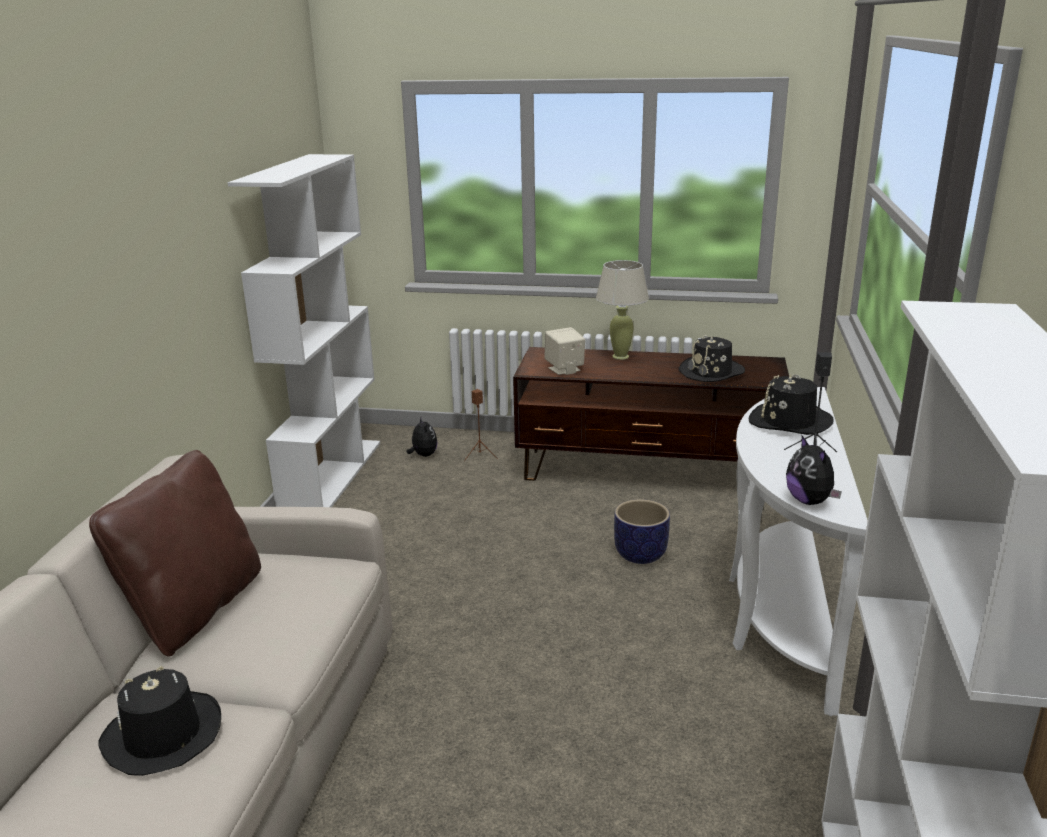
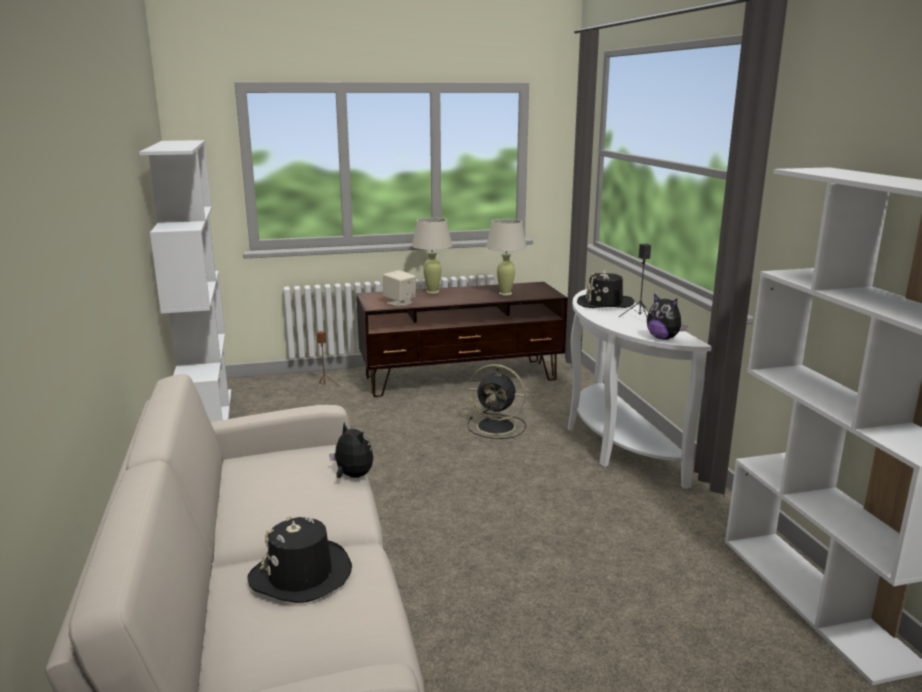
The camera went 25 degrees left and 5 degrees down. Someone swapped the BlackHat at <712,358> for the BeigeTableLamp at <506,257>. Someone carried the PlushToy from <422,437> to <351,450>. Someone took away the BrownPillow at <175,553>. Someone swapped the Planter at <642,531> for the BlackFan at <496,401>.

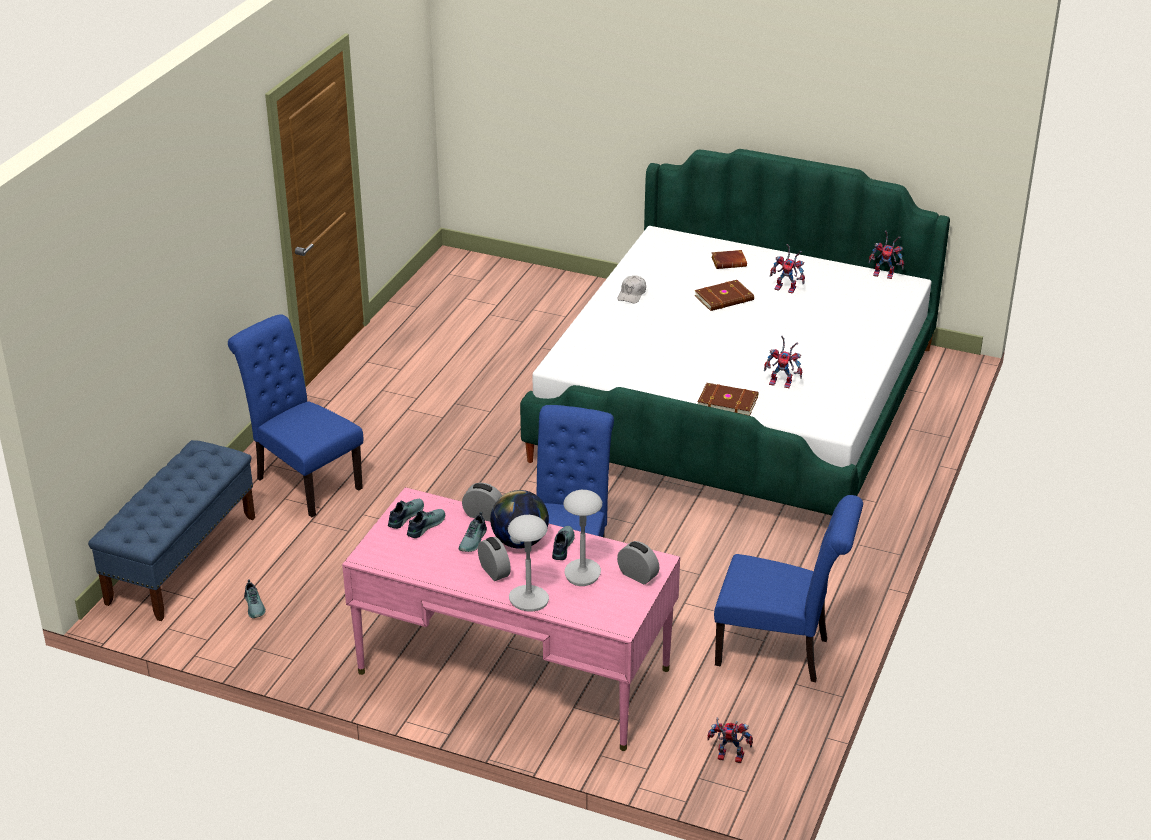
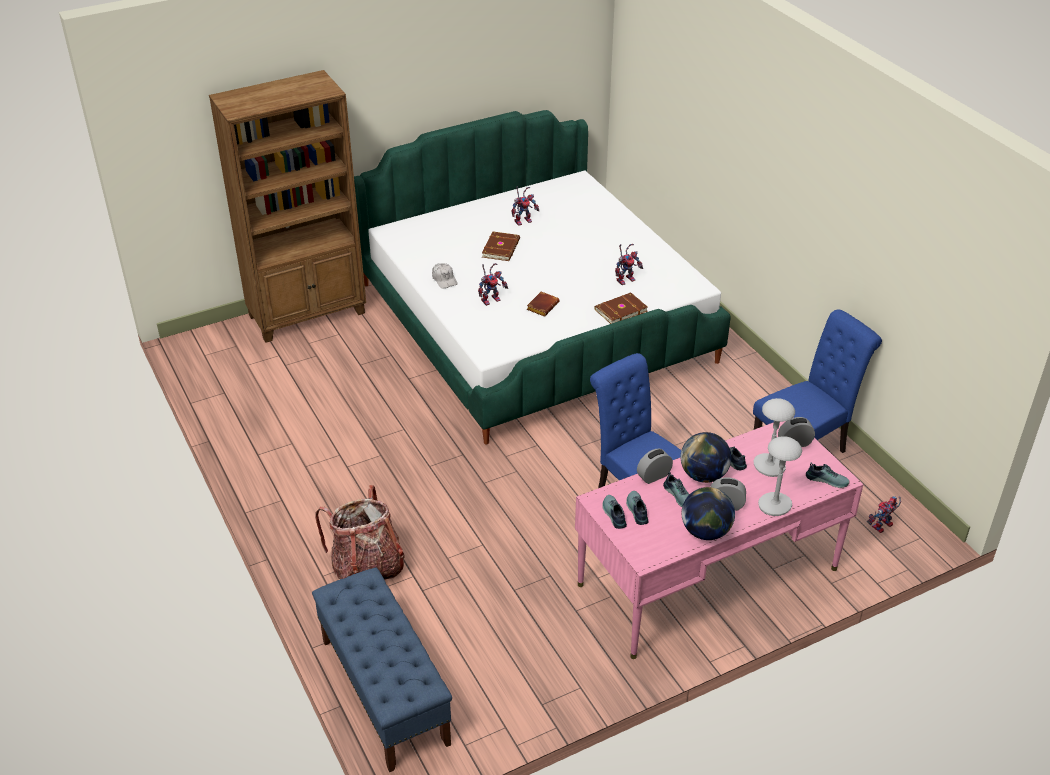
The camera went 50 degrees left and 5 degrees up. Someone carried the ToyRobot from <886,254> to <493,284>. Someone carried the BrownBook from <729,259> to <543,304>. Someone swapped the BlueChair at <295,415> for the Backpack at <360,532>. Someone carried the Shoe from <255,598> to <828,475>. Someone put down the BrownBookcase at <287,206>. Someone put down the Globe at <708,513>.

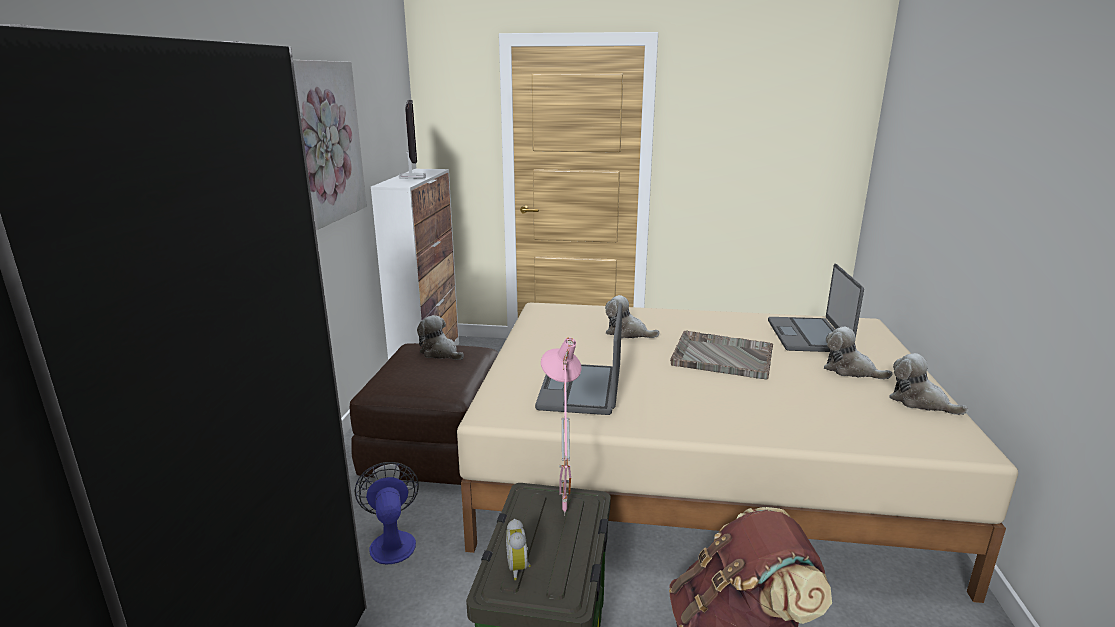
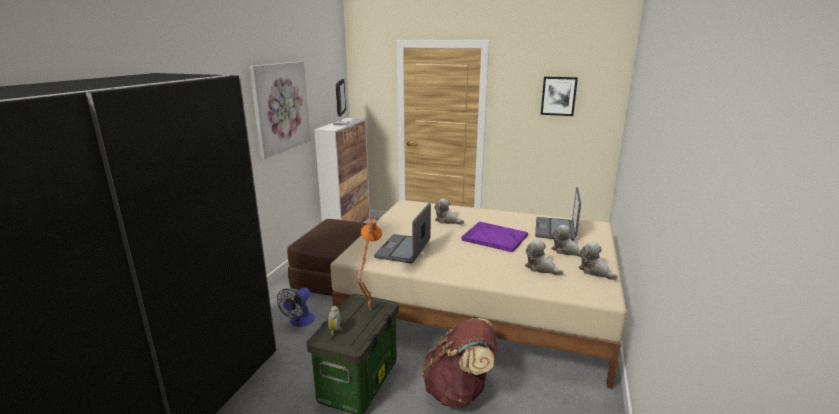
The camera went 10 degrees right and 0 degrees up. Someone carried the PlushToy from <440,337> to <544,258>. Someone repainted the GreyTray at <721,355>, which became the PurpleTray at <494,237>. Someone repainted the PinkTableLamp at <561,426>, which became the OrangeTableLamp at <369,264>. Someone rotated the Fan at <387,513> by 150 degrees counterclockwise. Someone put up the Picture at <559,96>.

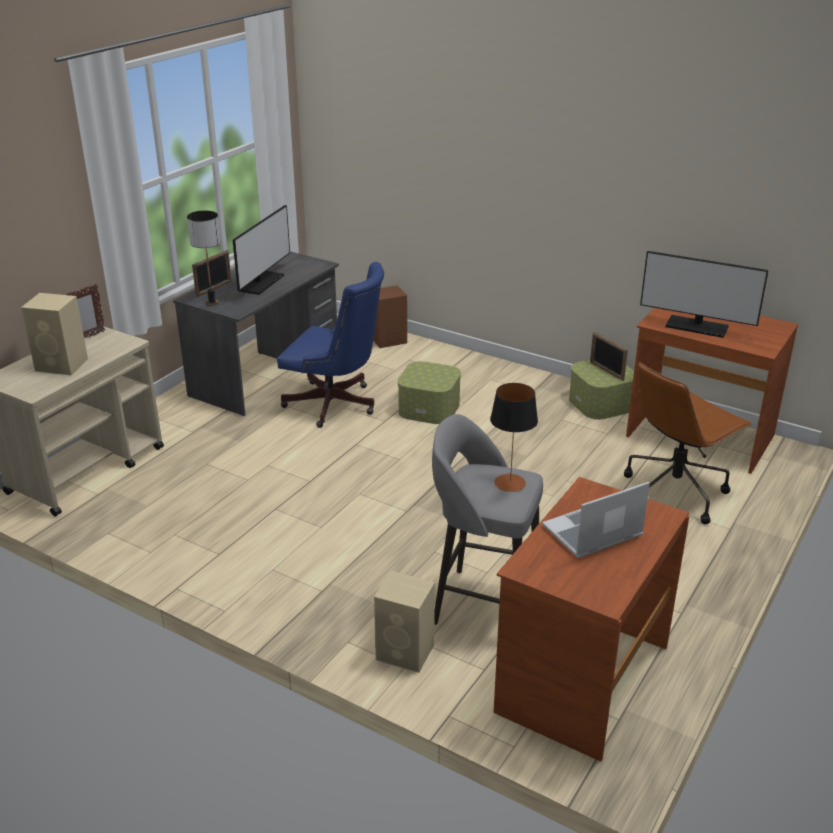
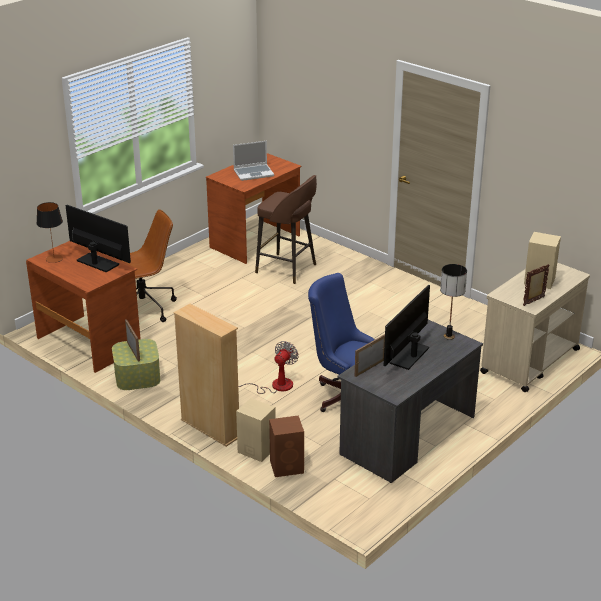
The camera went 170 degrees left and 0 degrees up. Someone carried the PictureFrame from <212,273> to <370,355>. Someone swapped the StorageBox at <429,392> for the Fan at <268,367>. Someone carried the TableLamp from <514,437> to <49,232>. Someone repainted the GreyStool at <487,519>, which became the BrownStool at <286,229>. Someone carried the BeigeSpeaker from <404,622> to <256,430>. Someone put down the BeigeBookcase at <206,375>.

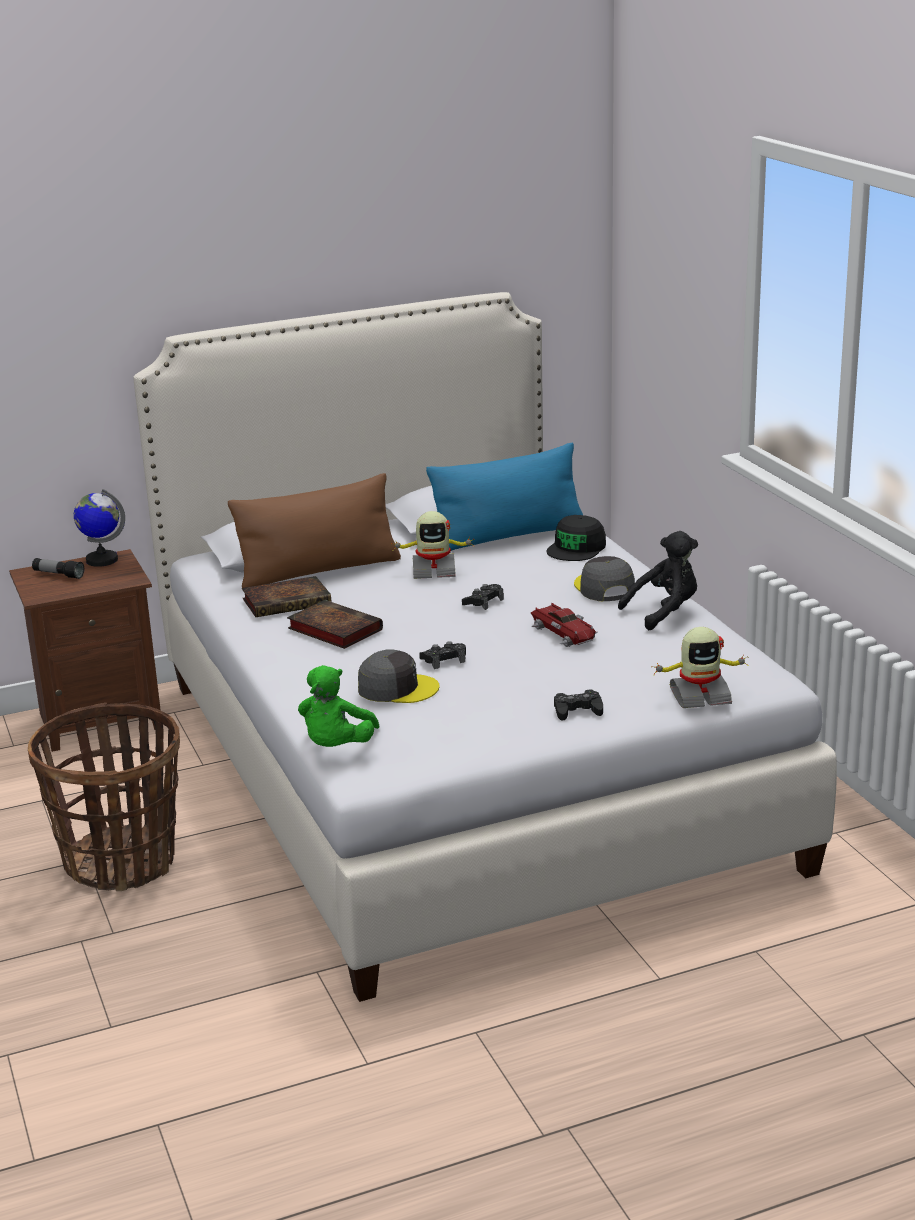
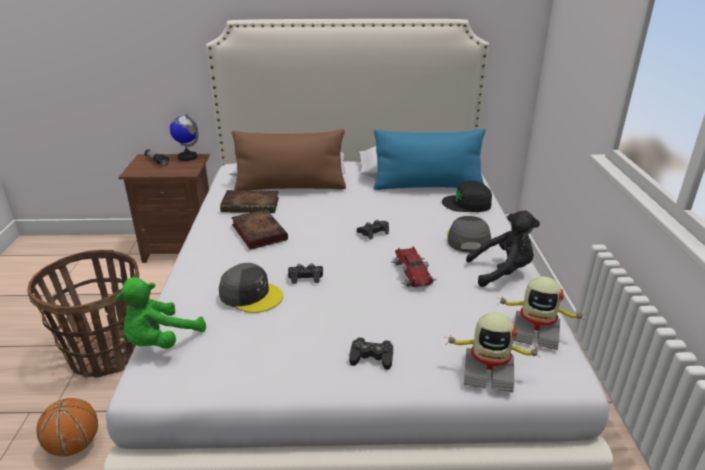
The camera went 20 degrees right and 5 degrees up. Someone carried the ToyRobot from <432,545> to <541,313>. Someone rotated the BlackCap at <576,538> by 45 degrees clockwise. Someone put down the Basketball at <67,427>.

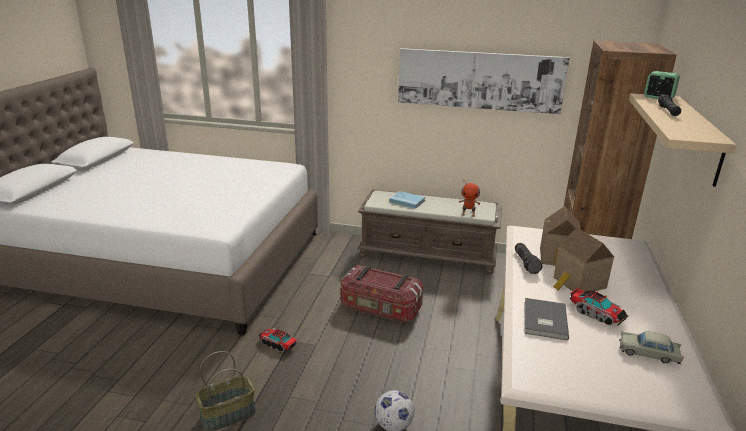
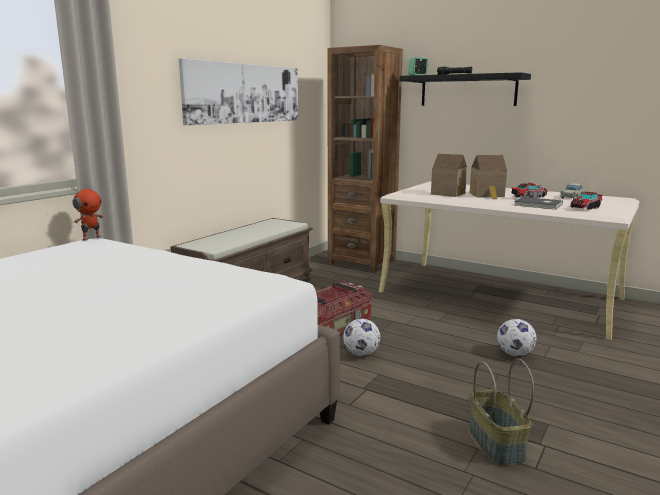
The camera went 70 degrees left and 10 degrees down. Someone repainted the BeigeShelf at <682,140>, which became the BlackShelf at <465,89>. Someone carried the ToyRobot from <470,198> to <87,213>. Someone took away the BlueBook at <407,200>. Someone took away the Flashlight at <529,258>. Someone carried the ToyTruck from <277,340> to <586,201>. Someone put down the Football at <361,337>.

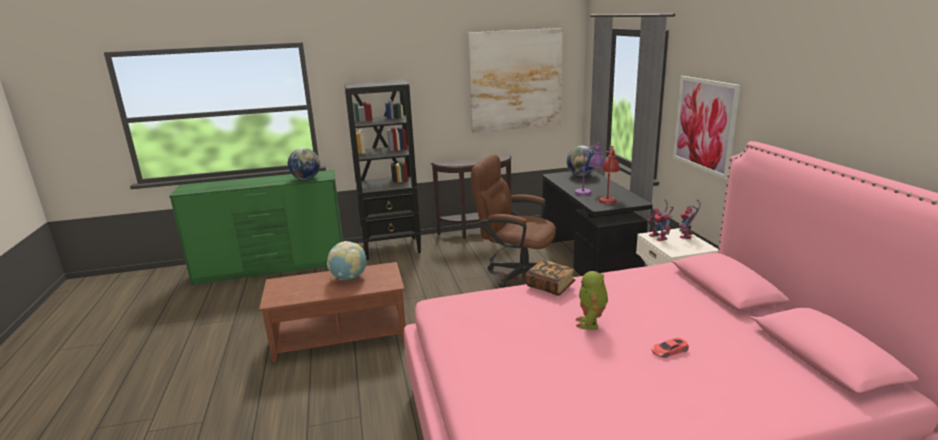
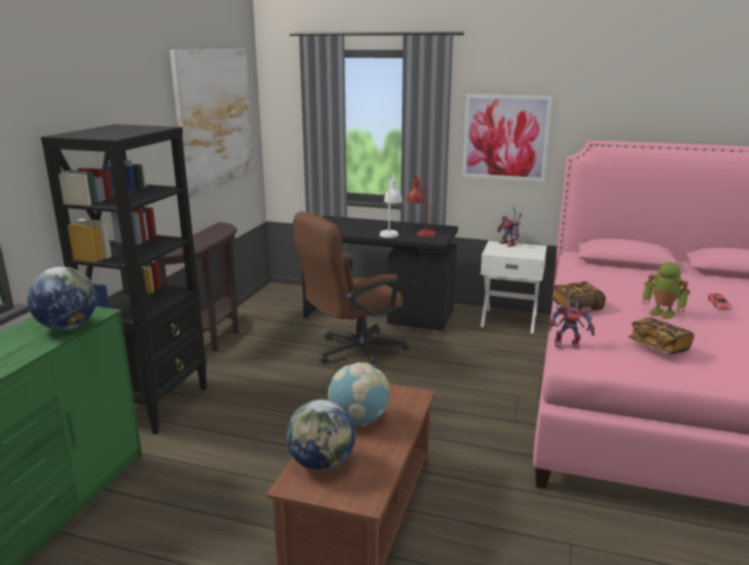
The camera went 60 degrees left and 0 degrees up. Someone repainted the PurpleTableLamp at <590,169>, which became the WhiteTableLamp at <391,206>. Someone carried the Globe from <581,161> to <321,435>. Someone carried the ToyRobot from <660,220> to <572,319>. Someone put down the Book at <661,336>.

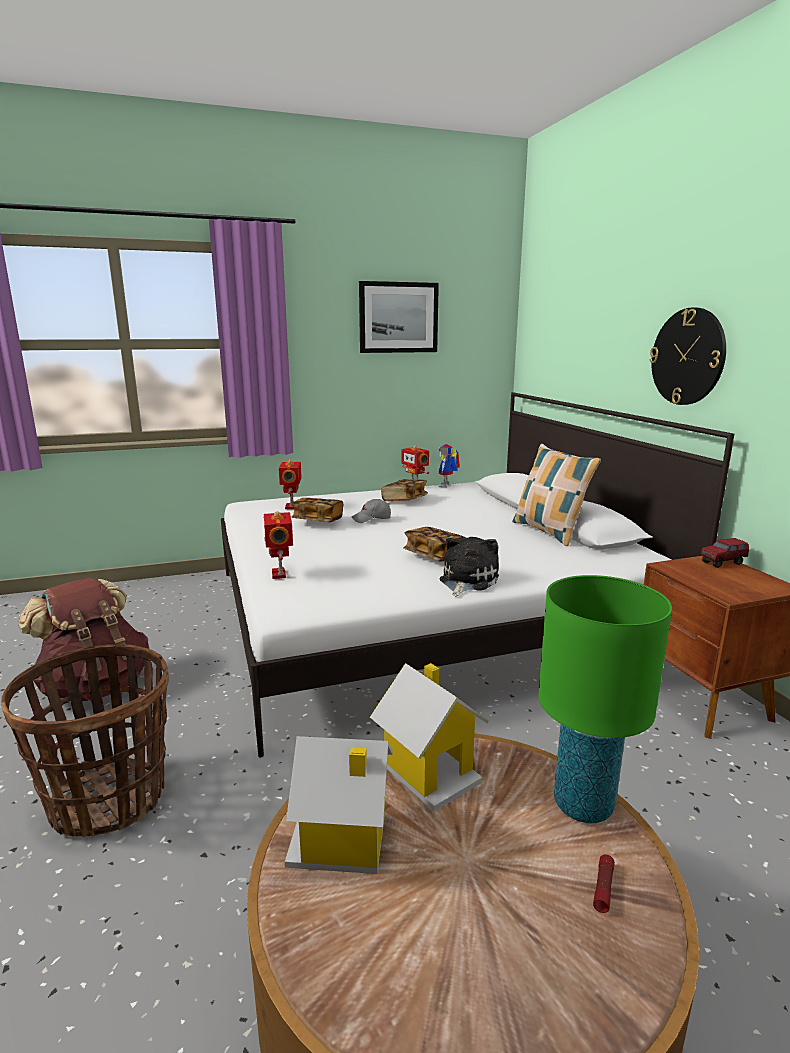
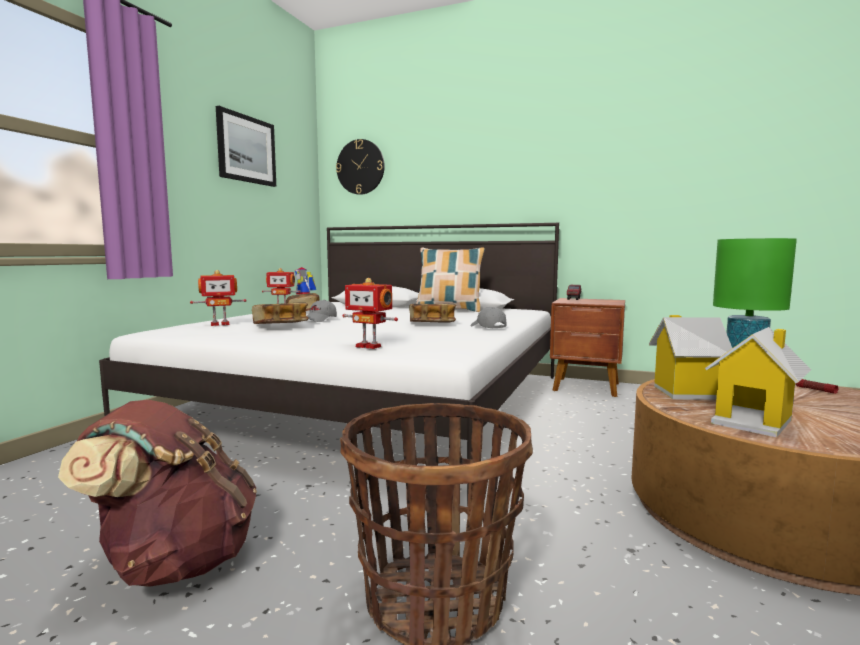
The camera went 50 degrees left and 10 degrees down. Someone carried the WallClock from <688,356> to <360,167>. Someone rotated the ToyRobot at <290,484> by 60 degrees counterclockwise. Someone swapped the PlushToy at <469,567> for the GreyCap at <488,318>.

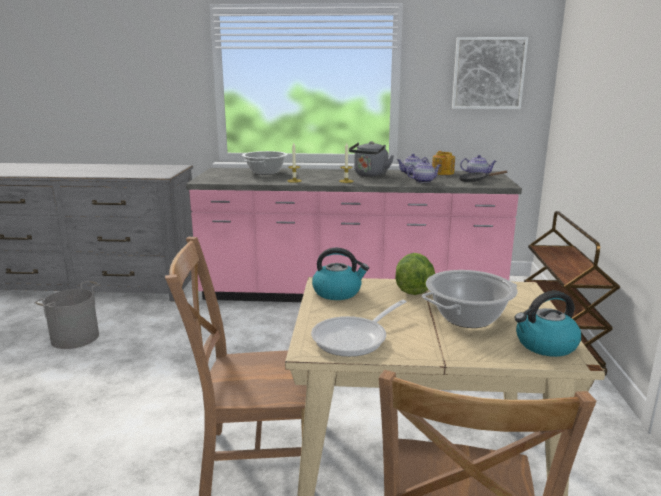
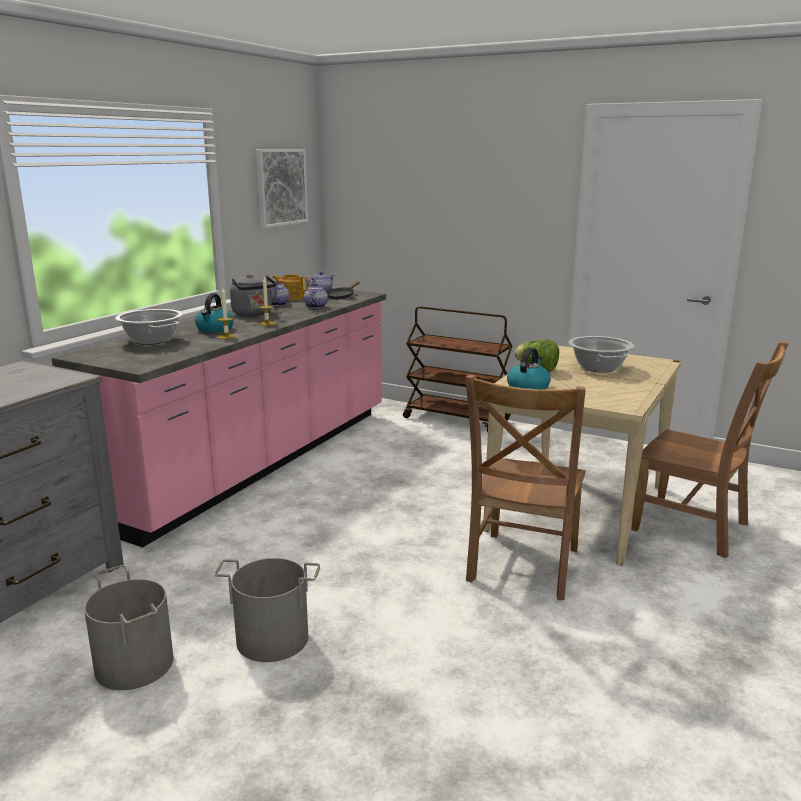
The camera went 65 degrees left and 0 degrees up. Someone carried the Kettle from <548,324> to <214,313>. Someone took away the FryingPan at <359,328>. Someone put down the GreyBucket at <267,610>.

